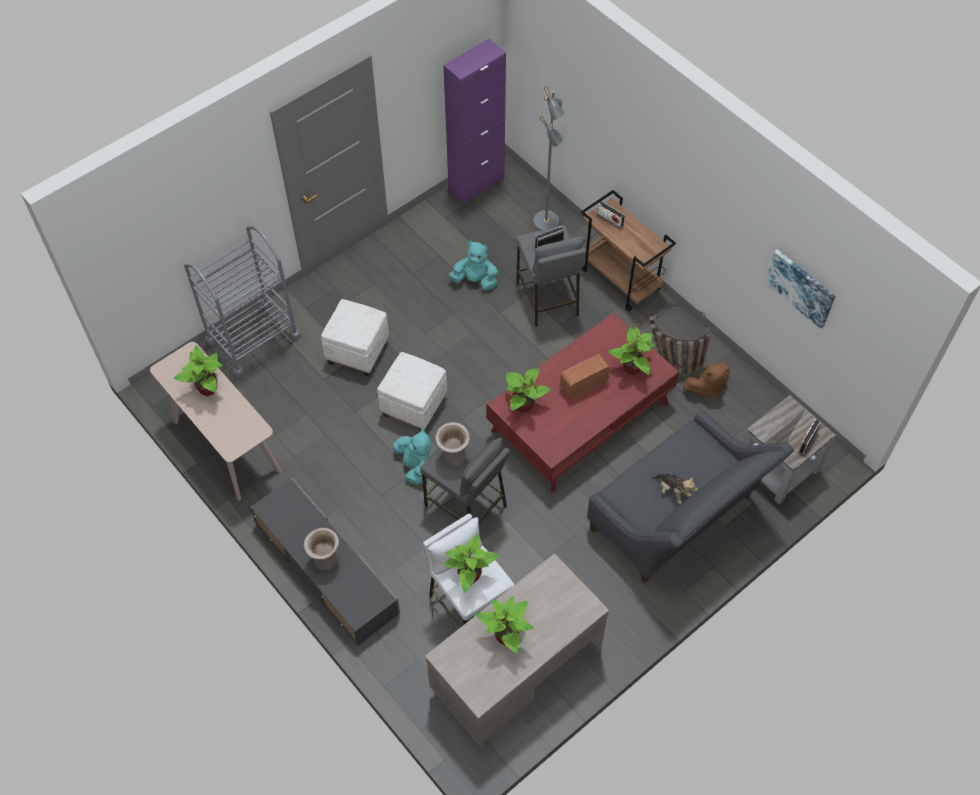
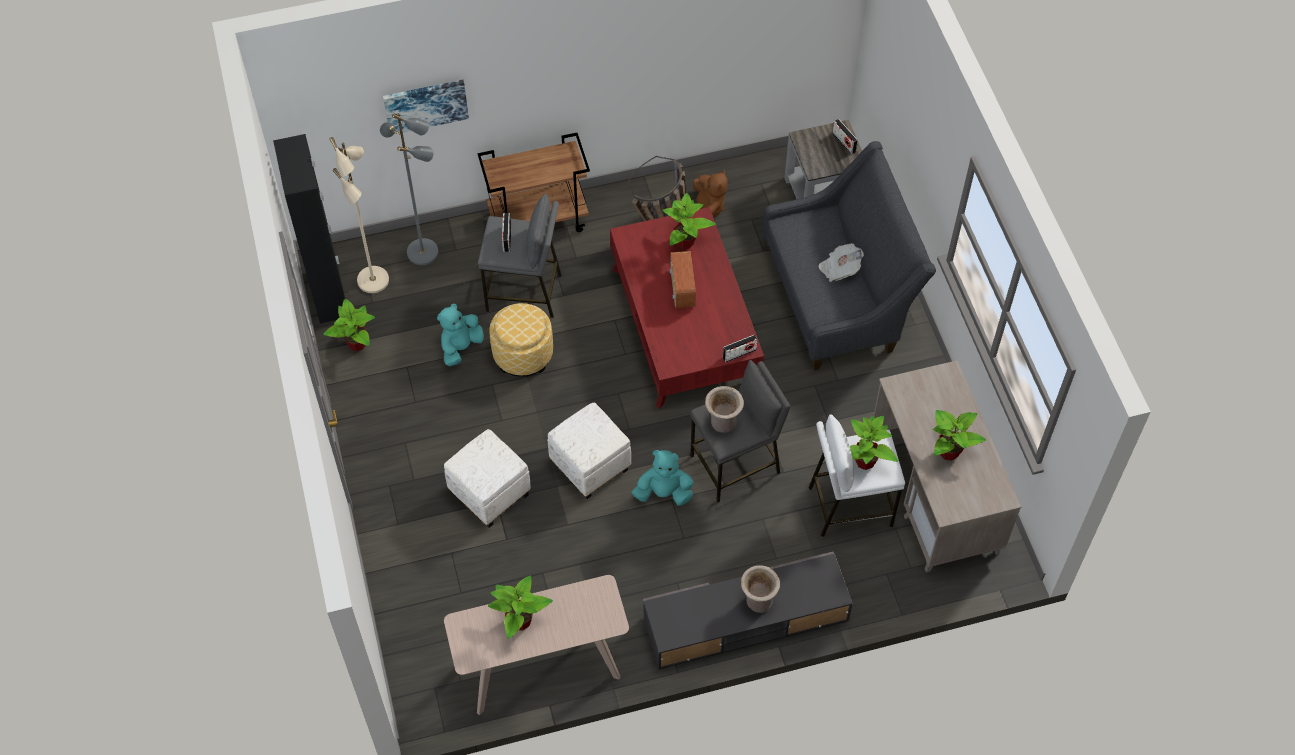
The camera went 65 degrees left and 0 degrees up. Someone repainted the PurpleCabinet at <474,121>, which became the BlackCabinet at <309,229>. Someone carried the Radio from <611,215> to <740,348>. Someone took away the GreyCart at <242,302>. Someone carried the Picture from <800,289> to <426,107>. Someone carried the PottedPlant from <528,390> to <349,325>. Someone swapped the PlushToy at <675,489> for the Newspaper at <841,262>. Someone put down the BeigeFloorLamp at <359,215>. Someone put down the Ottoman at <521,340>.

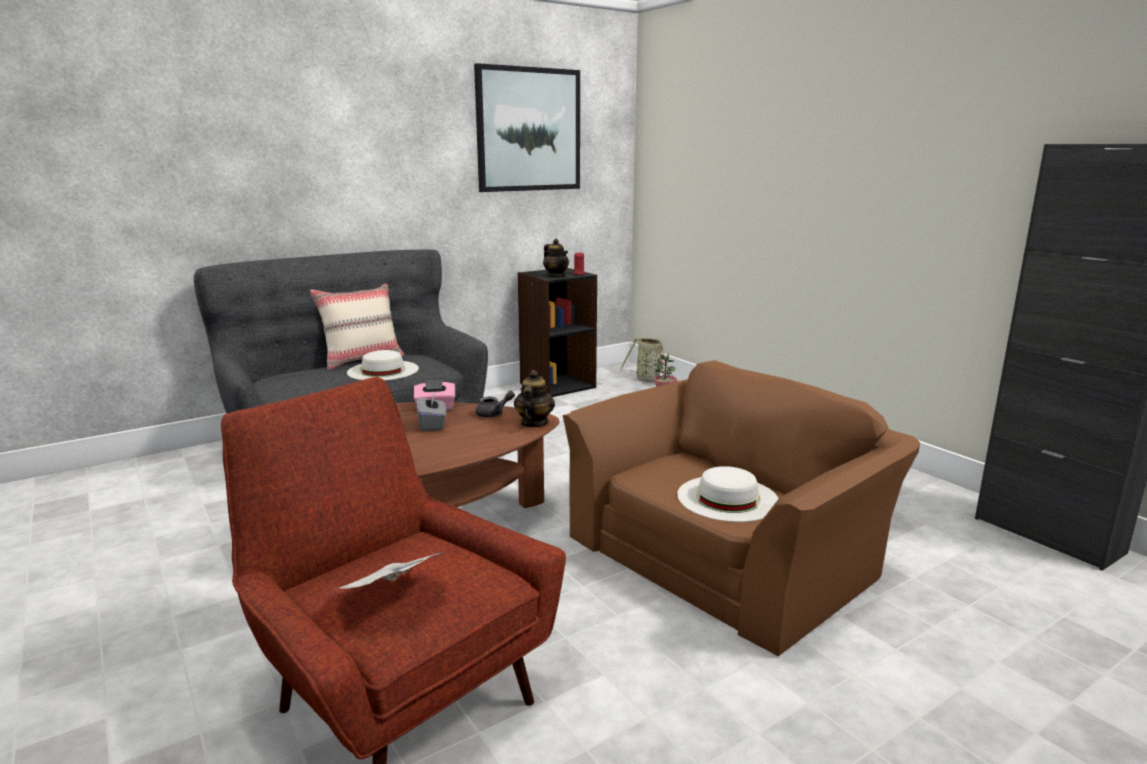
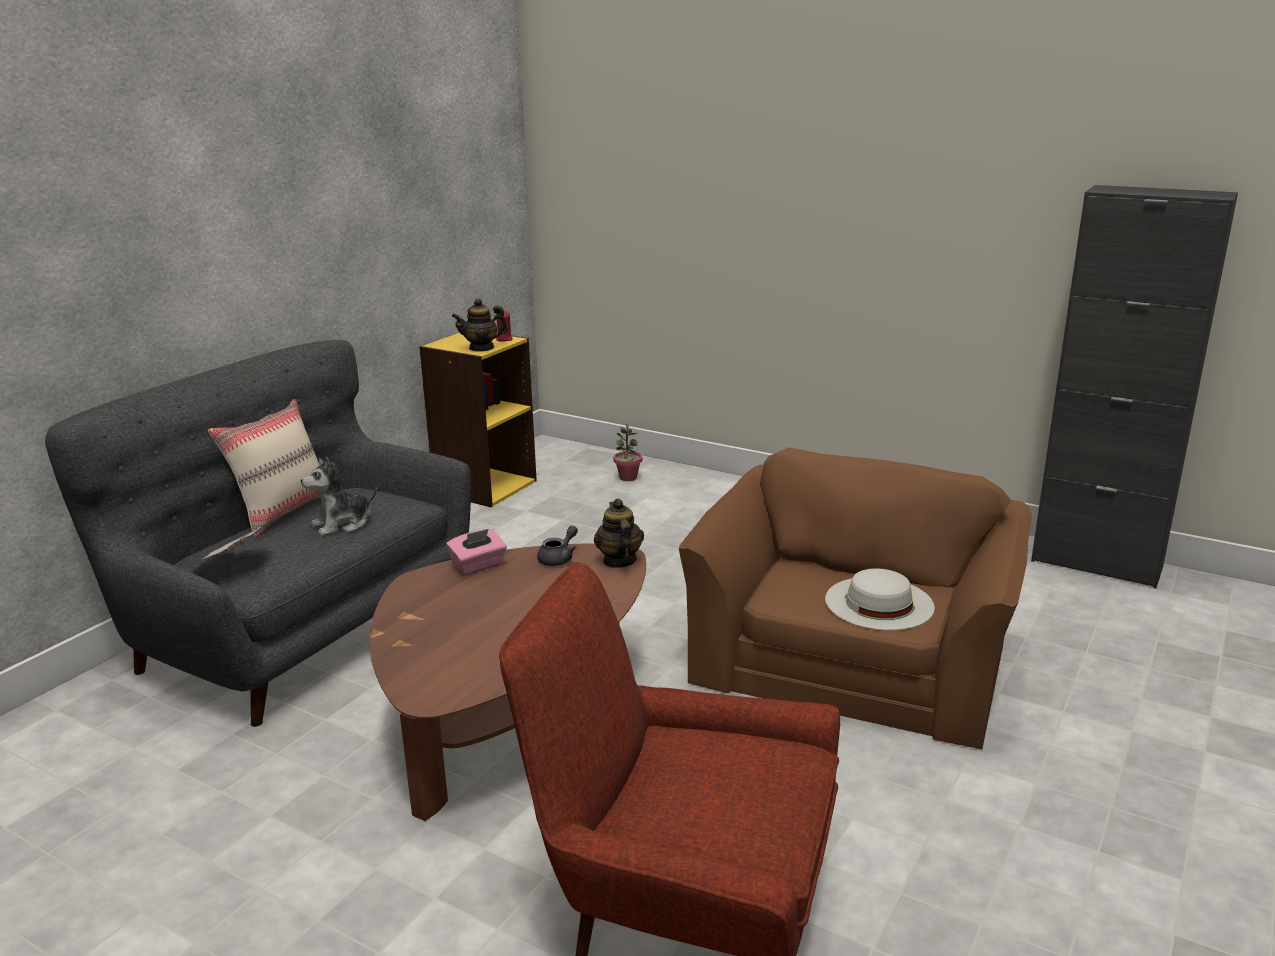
The camera went 25 degrees left and 5 degrees up. Someone took away the Picture at <527,127>. Someone rotated the Teapot at <556,258> by 135 degrees clockwise. Someone repainted the BlackBookcase at <557,332>, which became the YellowBookcase at <478,420>. Someone took away the Basket at <649,359>. Someone swapped the WhiteHat at <383,365> for the PlushToy at <339,496>. Someone took away the GreyTissueBox at <431,412>. Someone carried the Newspaper from <389,570> to <229,545>.

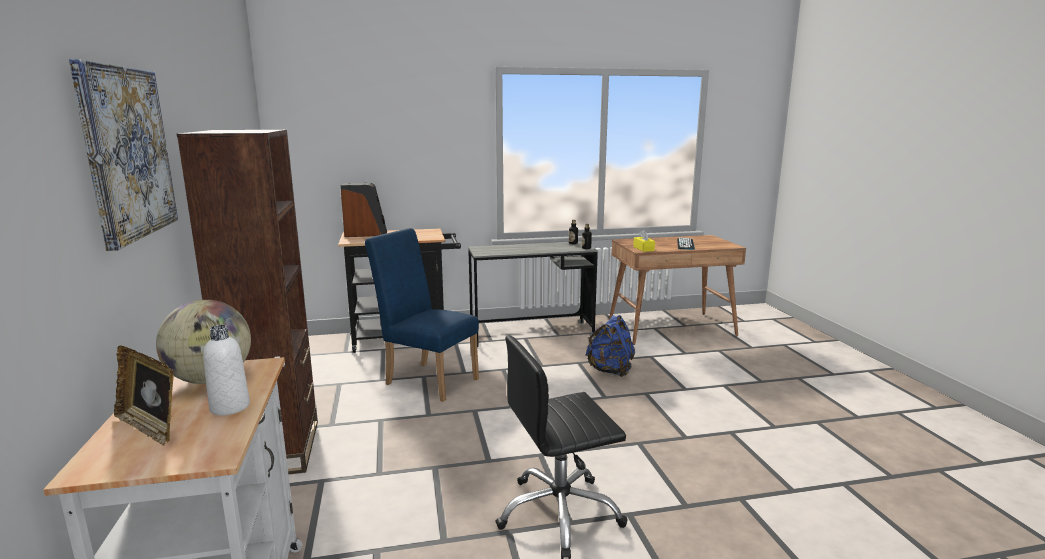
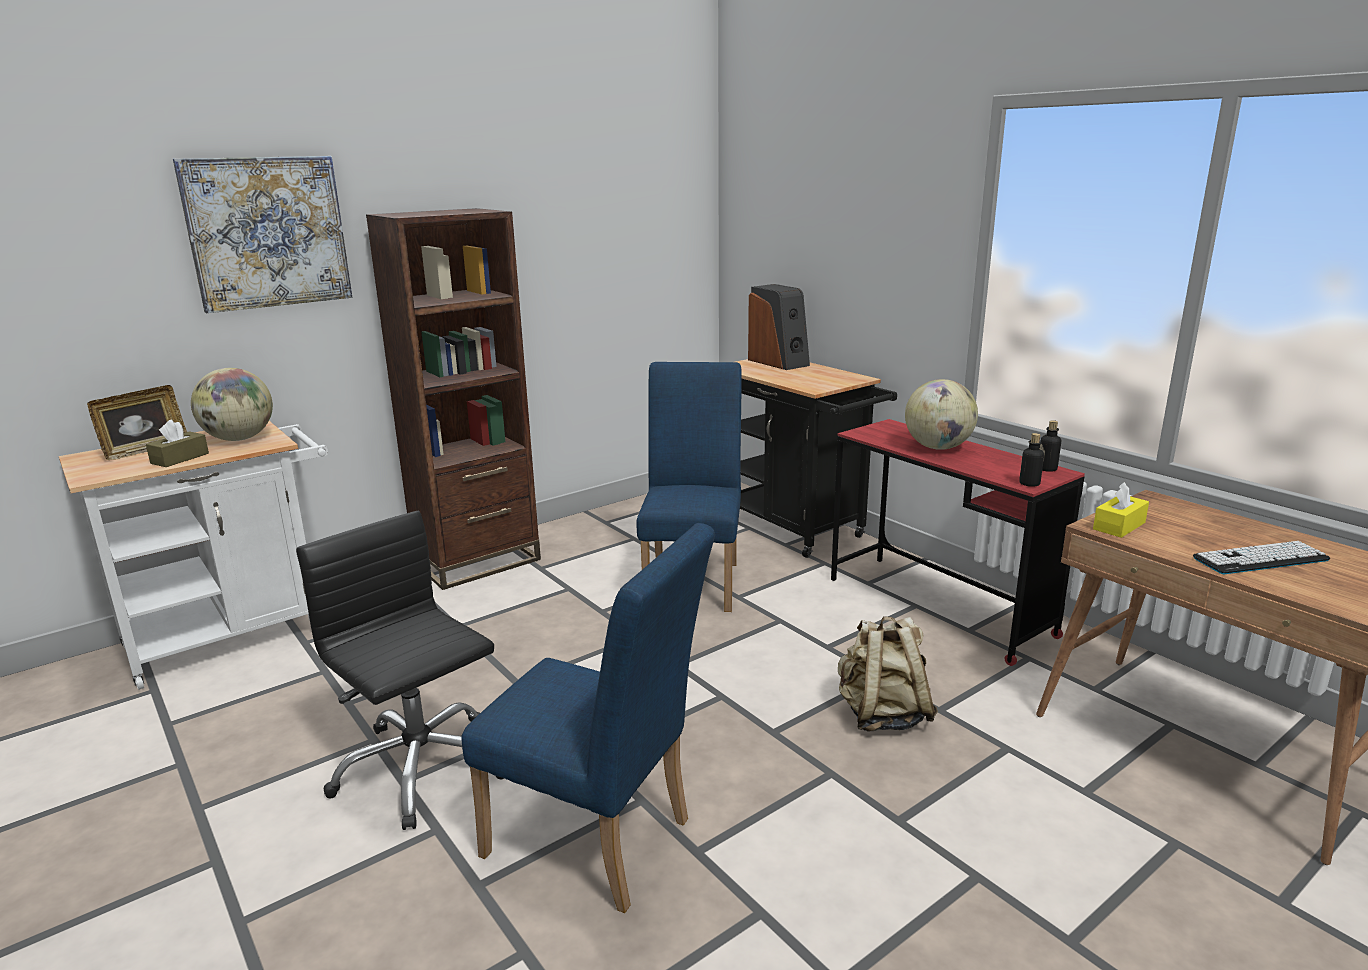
The camera went 65 degrees right and 5 degrees up. Someone repainted the GreyDesk at <533,294>, which became the RedDesk at <958,542>. Someone repainted the BlueBackpack at <610,346>, which became the BeigeBackpack at <888,674>. Someone swapped the WhiteBottle at <226,370> for the BrownTissueBox at <177,443>. Someone rotated the PictureFrame at <144,396> by 150 degrees counterclockwise. Someone put down the Globe at <941,414>. Someone put down the BlueChair at <588,718>.

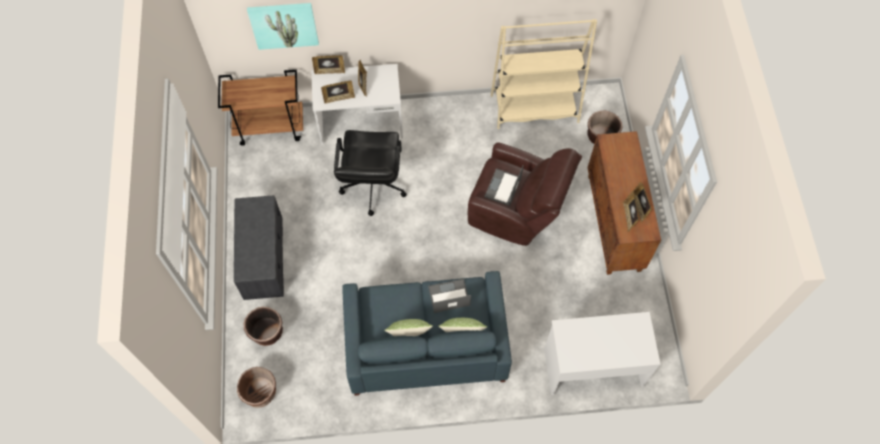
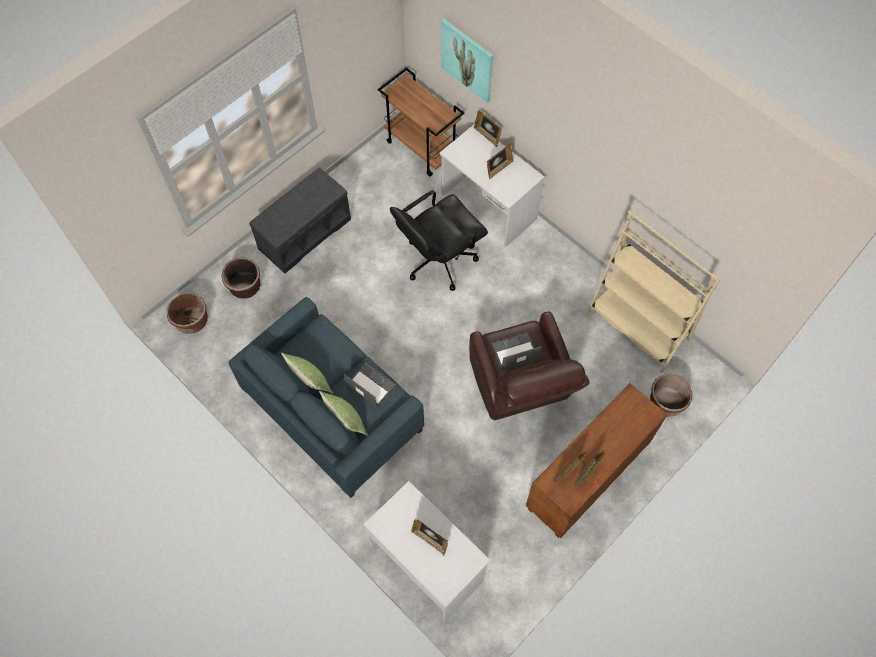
The camera went 50 degrees right and 0 degrees up. Someone carried the PictureFrame from <338,92> to <429,538>.

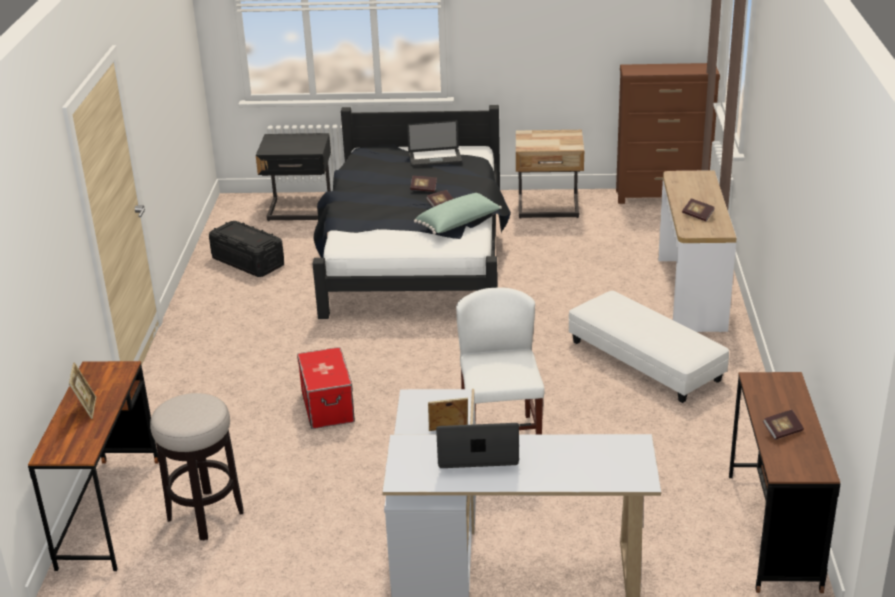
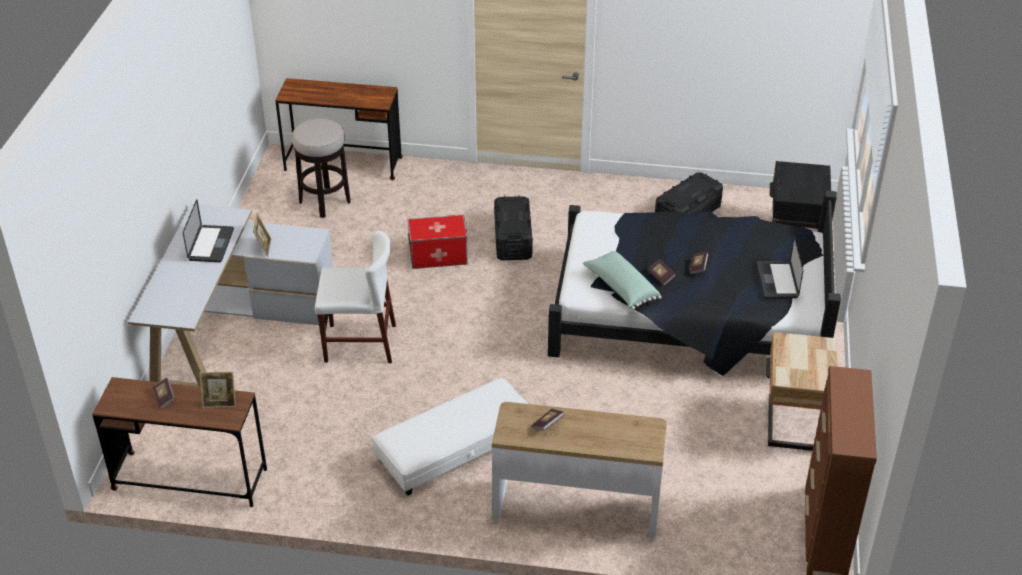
The camera went 95 degrees right and 10 degrees up. Someone carried the PictureFrame from <82,390> to <217,390>. Someone put down the BlackStorageBox at <513,227>.

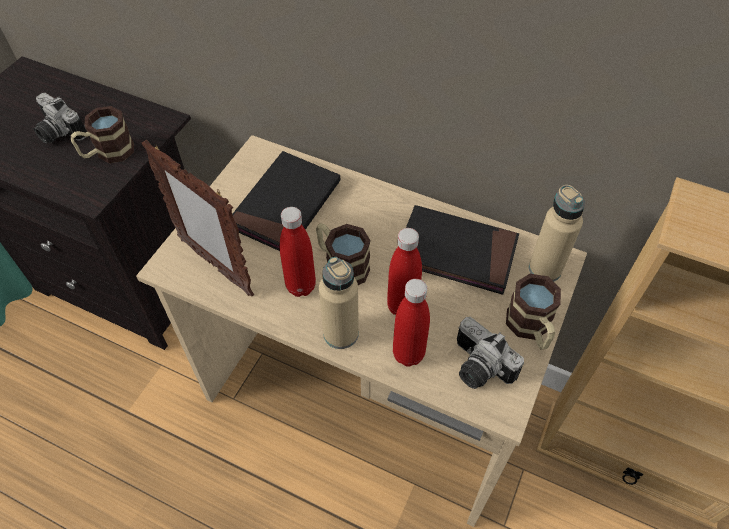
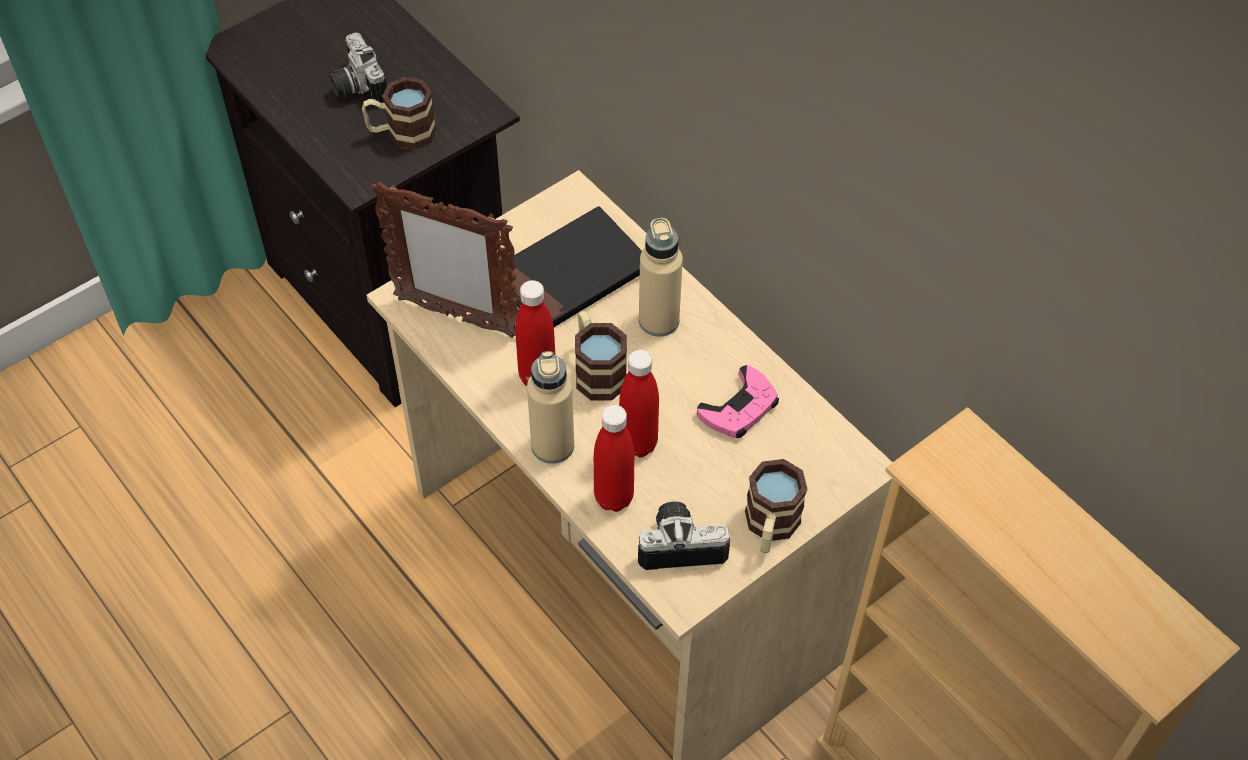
The camera went 25 degrees right and 0 degrees up. Someone rotated the PictureFrame at <198,218> by 45 degrees counterclockwise. Someone carried the BeigeBottle from <557,233> to <661,277>. Someone swapped the BlackBook at <462,250> for the PinkGameController at <738,401>. Someone rotated the PhotoCamera at <490,353> by 105 degrees clockwise.

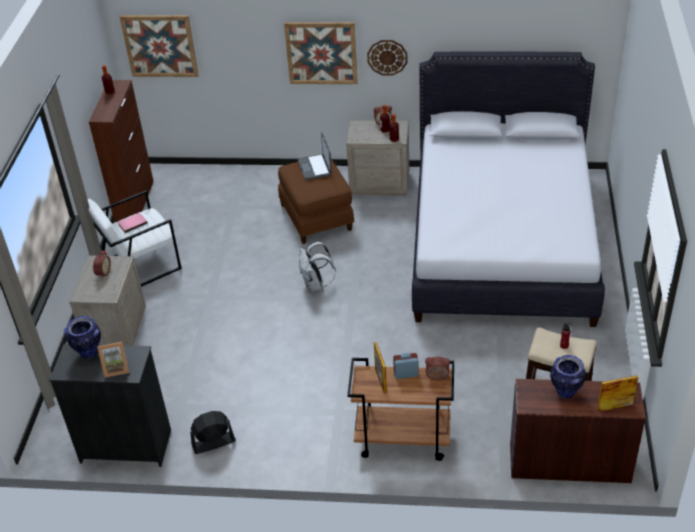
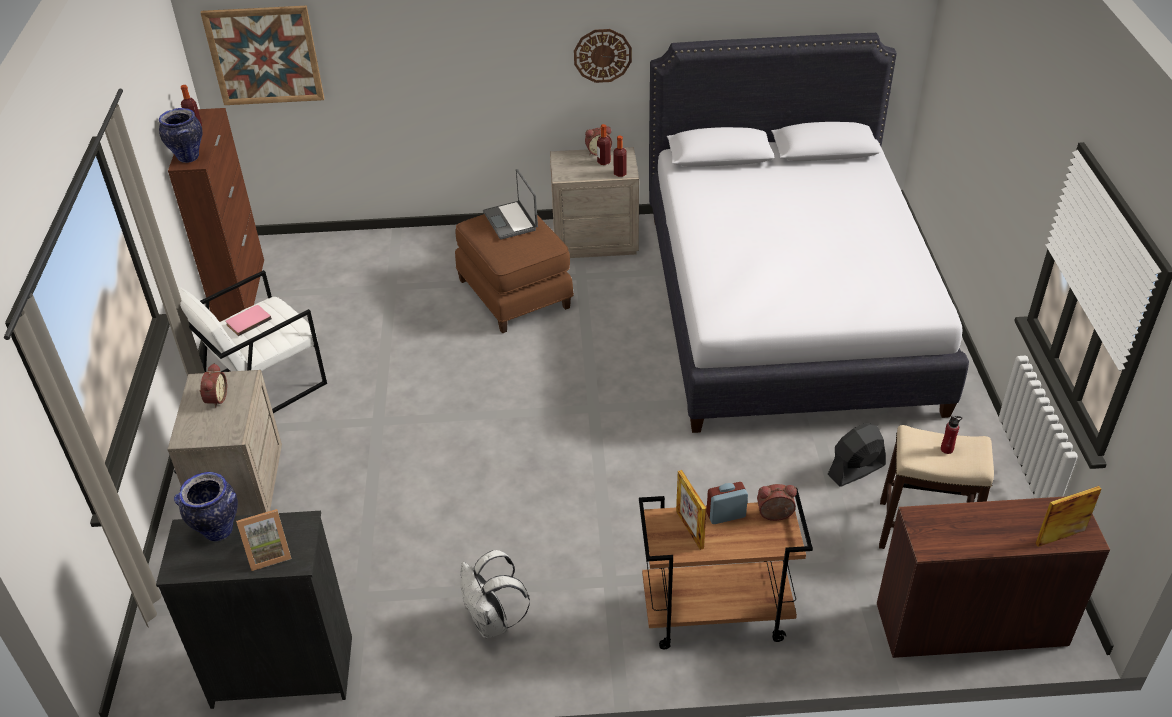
The camera went 10 degrees left and 0 degrees up. Someone took away the Picture at <321,53>. Someone carried the WhiteBackpack from <317,267> to <495,594>. Someone carried the Vase from <568,377> to <181,135>. Someone carried the BlackFan from <213,432> to <857,455>.

